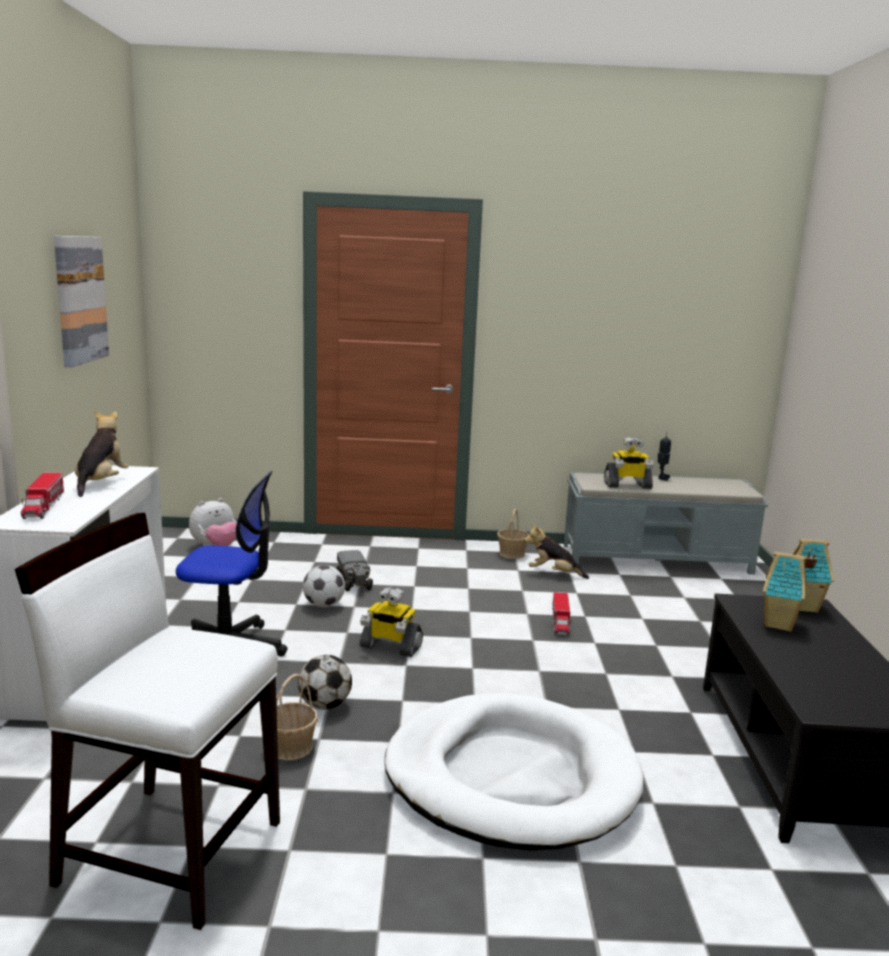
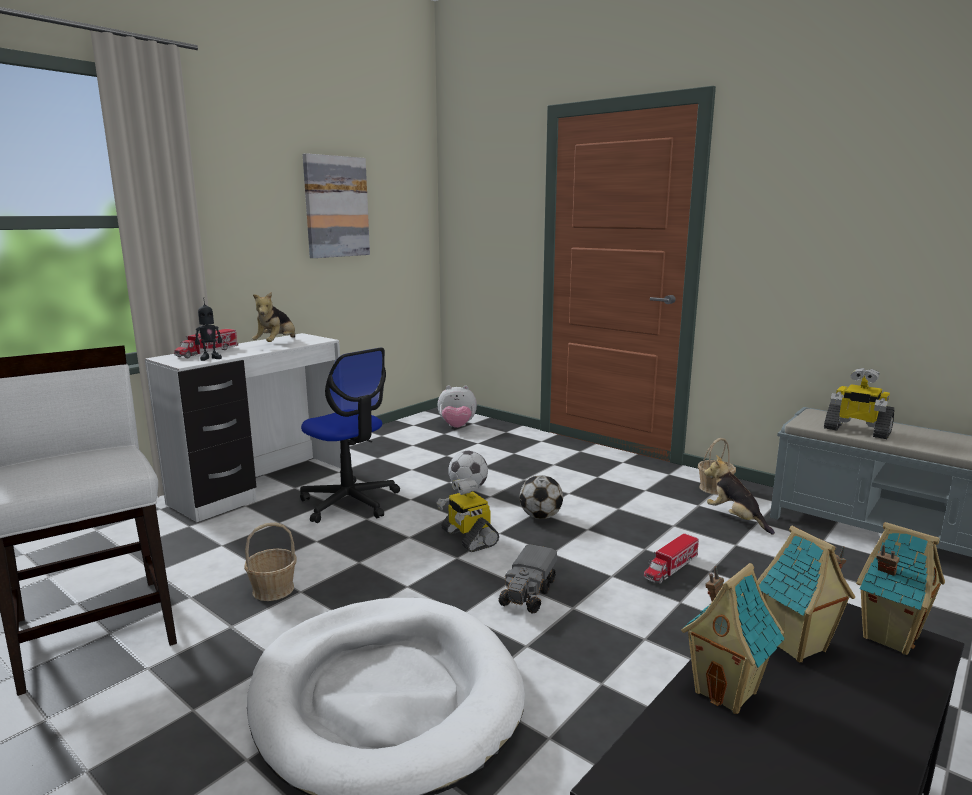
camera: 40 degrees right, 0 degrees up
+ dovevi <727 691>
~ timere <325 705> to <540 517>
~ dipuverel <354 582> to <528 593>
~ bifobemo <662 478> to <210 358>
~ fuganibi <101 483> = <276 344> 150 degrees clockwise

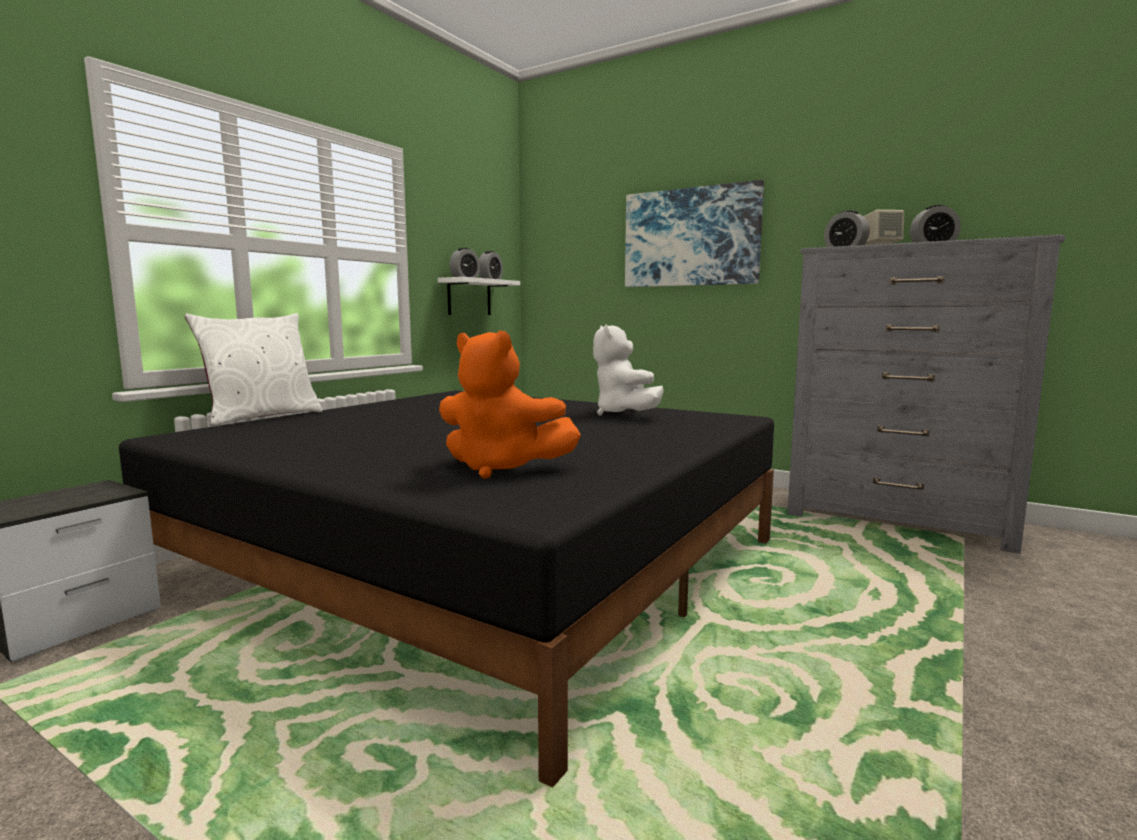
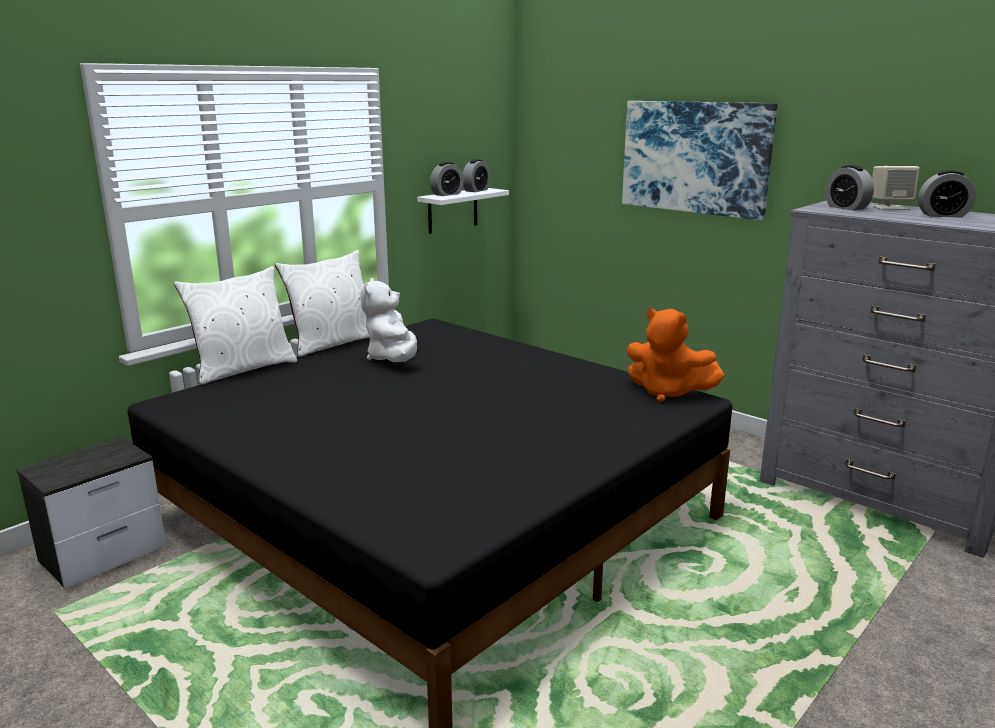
camera: 10 degrees right, 10 degrees up
+ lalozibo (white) <332 343>
~ fuganibi (orange) <501 468> to <667 393>
~ fuganibi (white) <623 414> to <393 359>

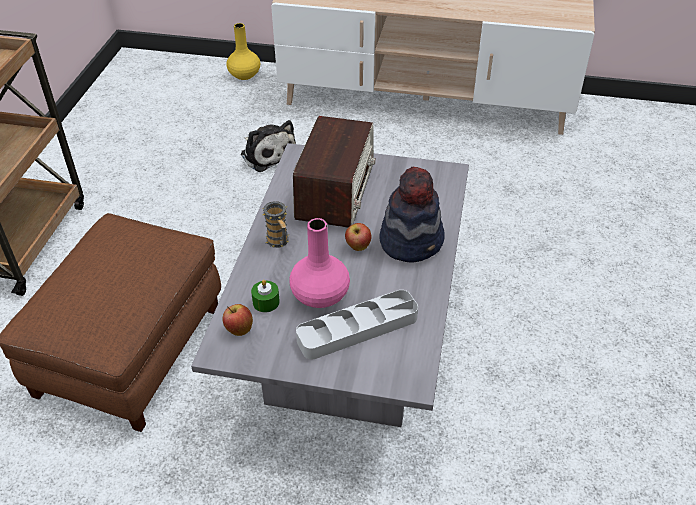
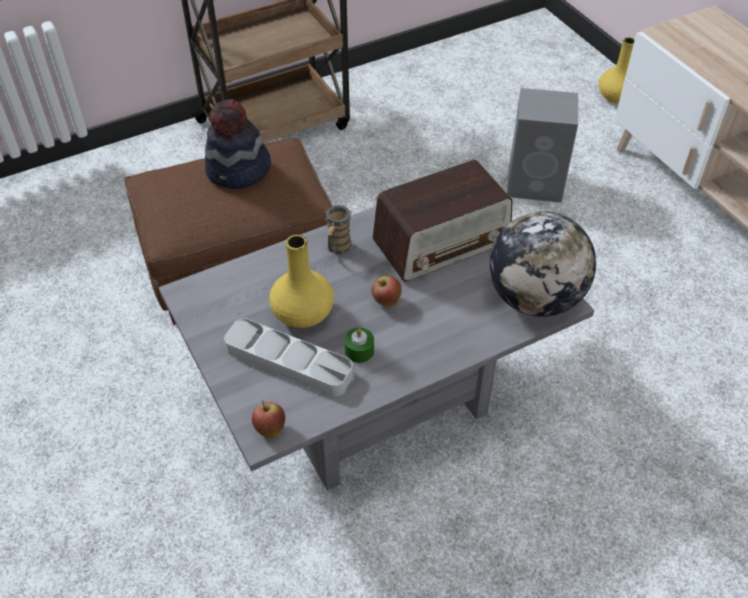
camera: 50 degrees right, 5 degrees up
+ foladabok <535 298>
~ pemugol <239 329> to <270 429>
~ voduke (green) <266 302> to <359 351>
~ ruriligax <412 241> to <239 171>
~ fuganibi <267 154> to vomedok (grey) <536 183>
~ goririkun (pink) <319 296> to goririkun (yellow) <302 313>

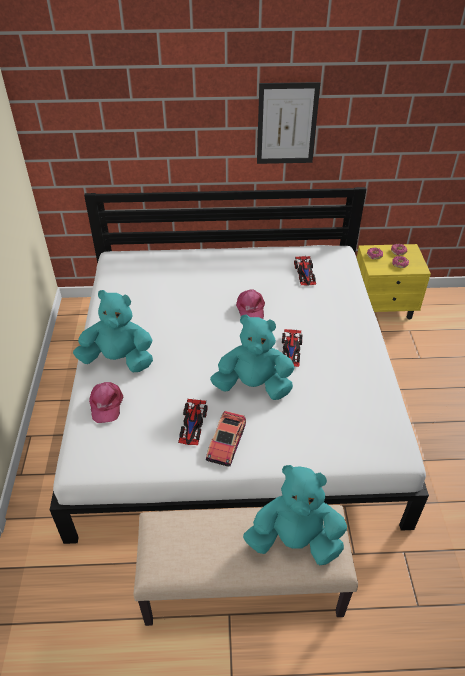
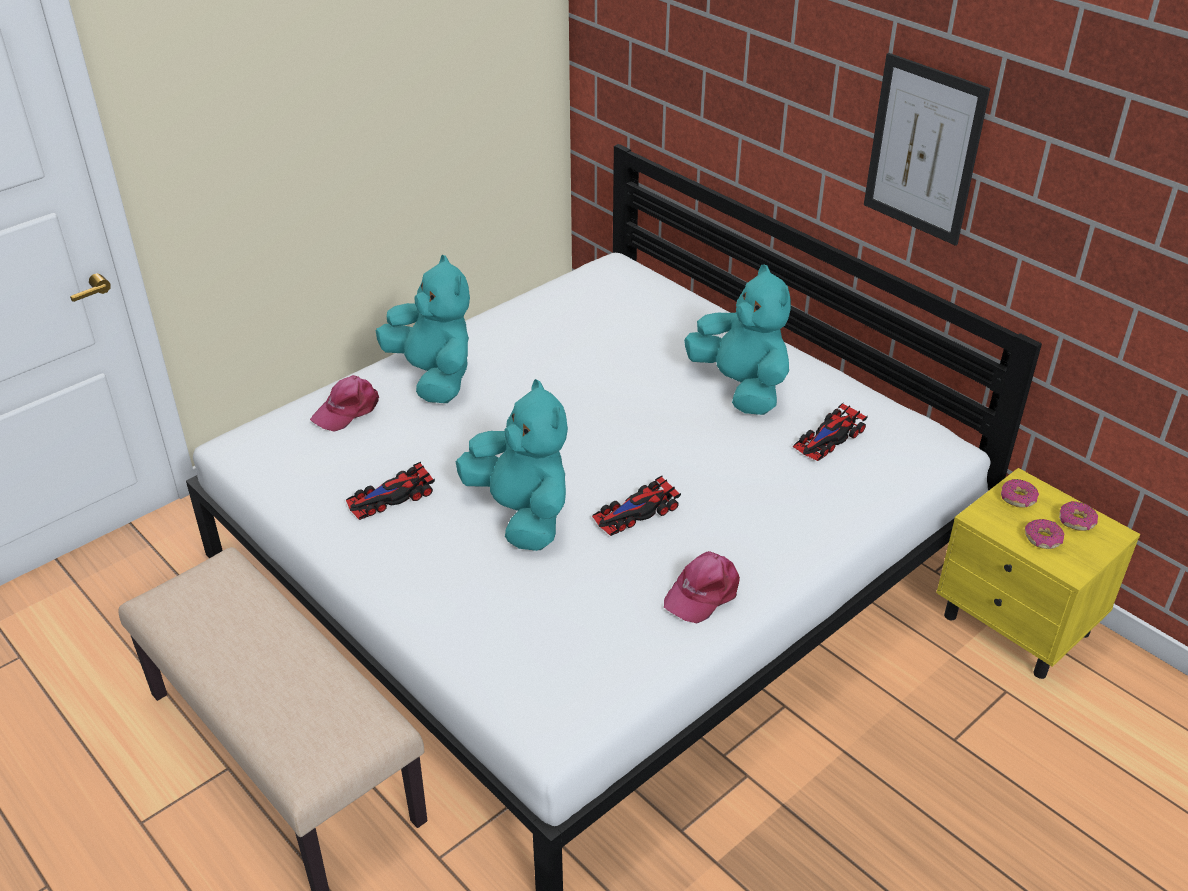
camera: 50 degrees right, 5 degrees down
- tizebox <226 443>
~ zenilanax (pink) <250 309> to <703 592>
~ fuganibi (turquoise) <295 540> to <741 387>

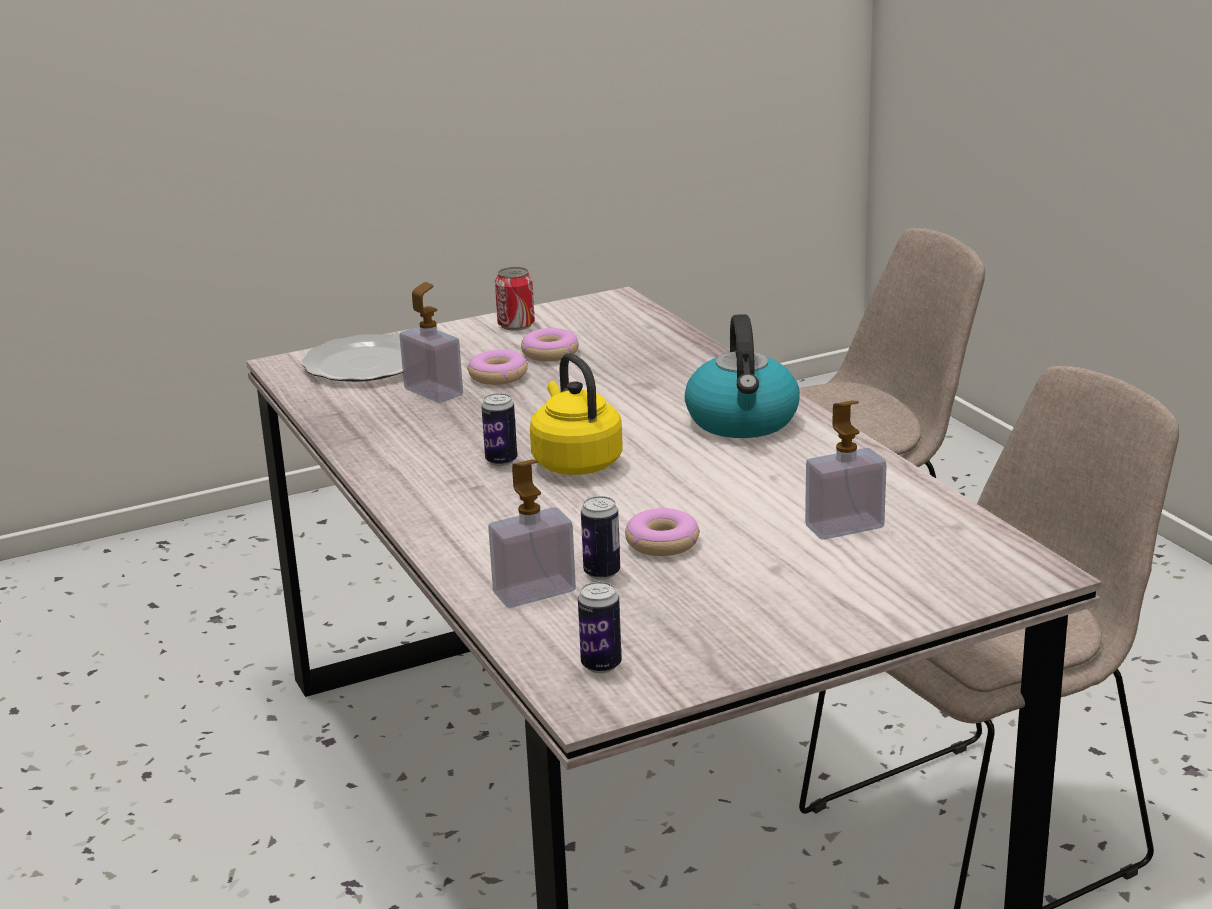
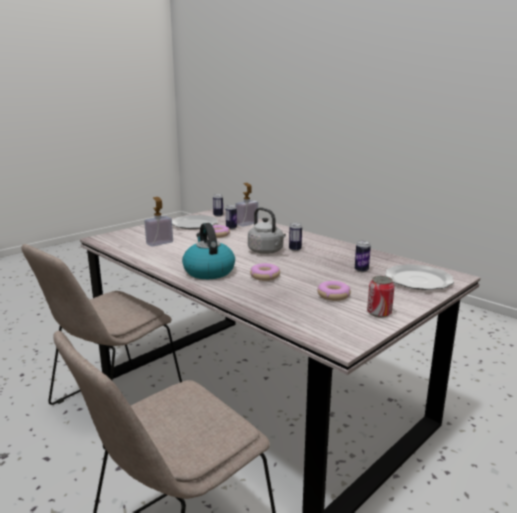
camera: 160 degrees right, 5 degrees down
+ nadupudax <194 224>
~ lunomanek <498 376> to <265 276>
~ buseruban <433 392> to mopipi <361 270>
~ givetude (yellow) <575 462> to givetude (grey) <267 251>

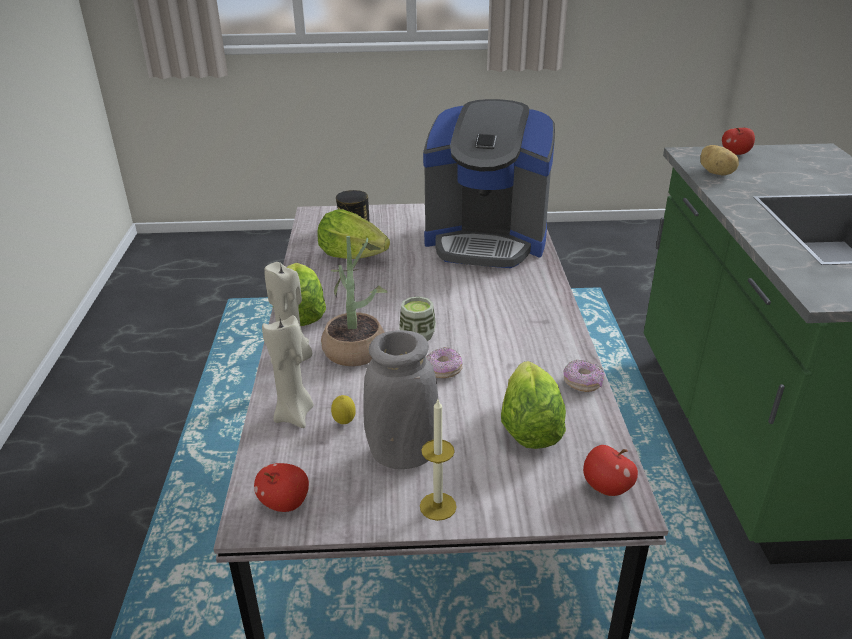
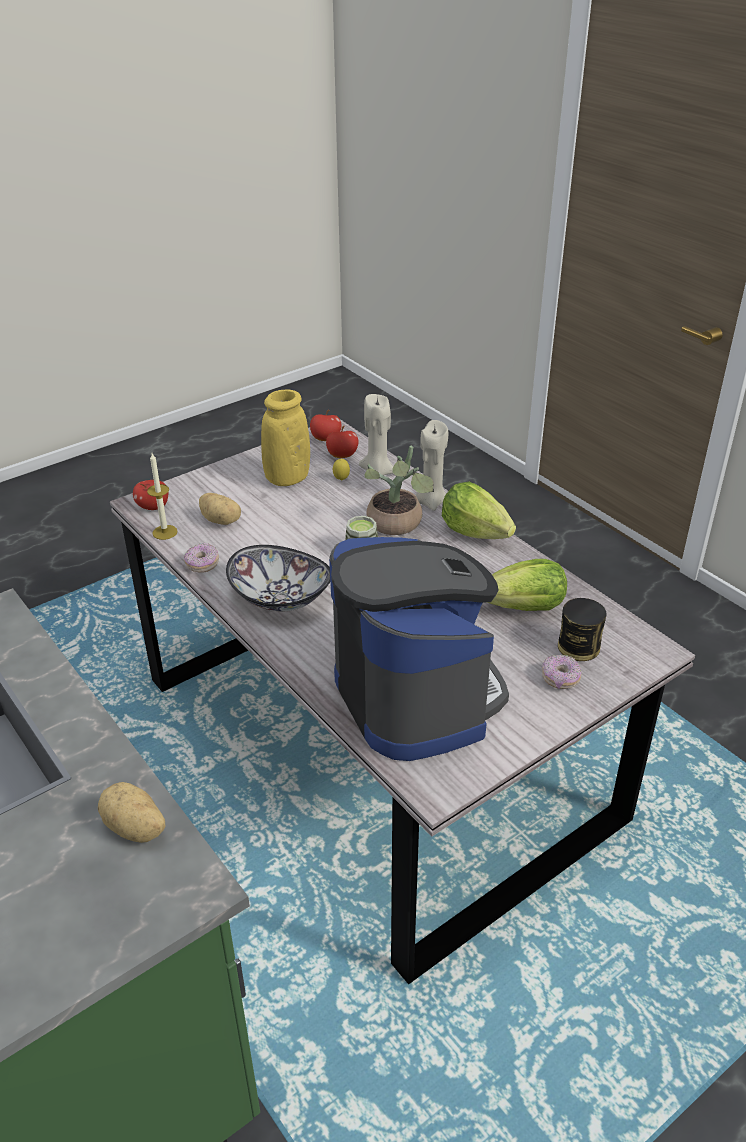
camera: 145 degrees right, 5 degrees up
+ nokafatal <280 598>
~ voduke <438 506> to <165 532>
~ lunomanek <443 371> to <560 679>
~ pemugol <735 153> to <342 456>
~ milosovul <529 428> to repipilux <221 520>
~ goririkun (grey) <403 455> to goririkun (yellow) <287 478>
~ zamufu <486 240> = <416 696> 90 degrees clockwise

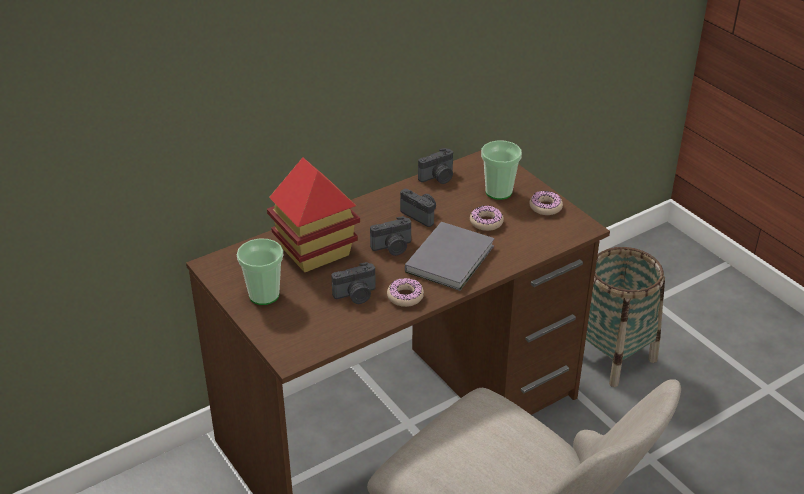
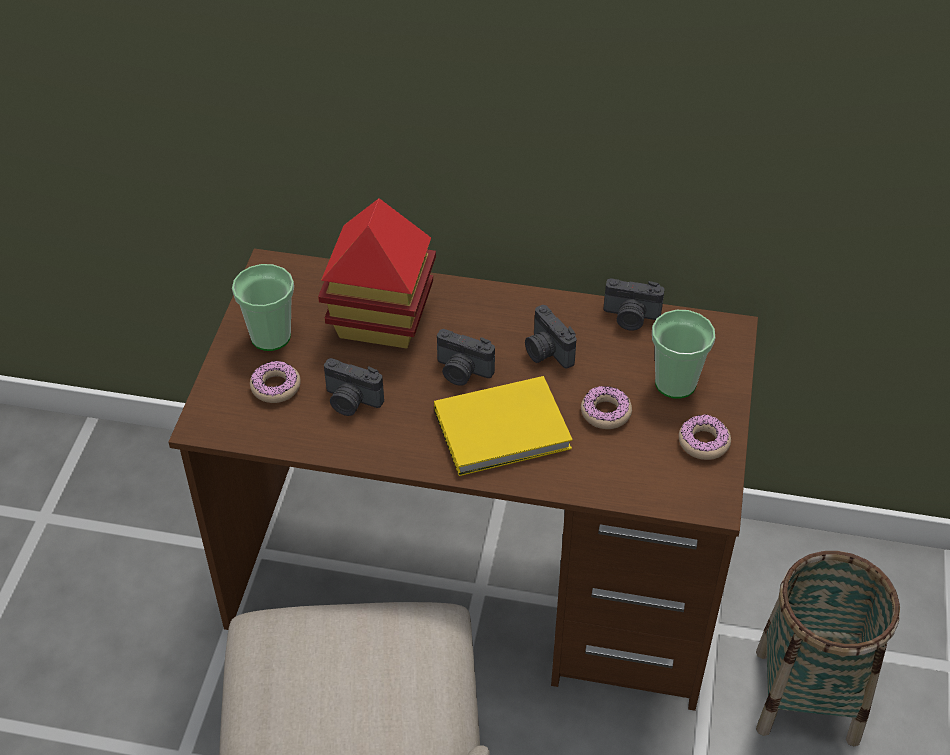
camera: 45 degrees right, 10 degrees up
~ lunomanek <405 296> to <275 387>
~ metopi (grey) <452 258> to metopi (yellow) <506 430>
~ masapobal <421 215> = <546 352> 150 degrees clockwise

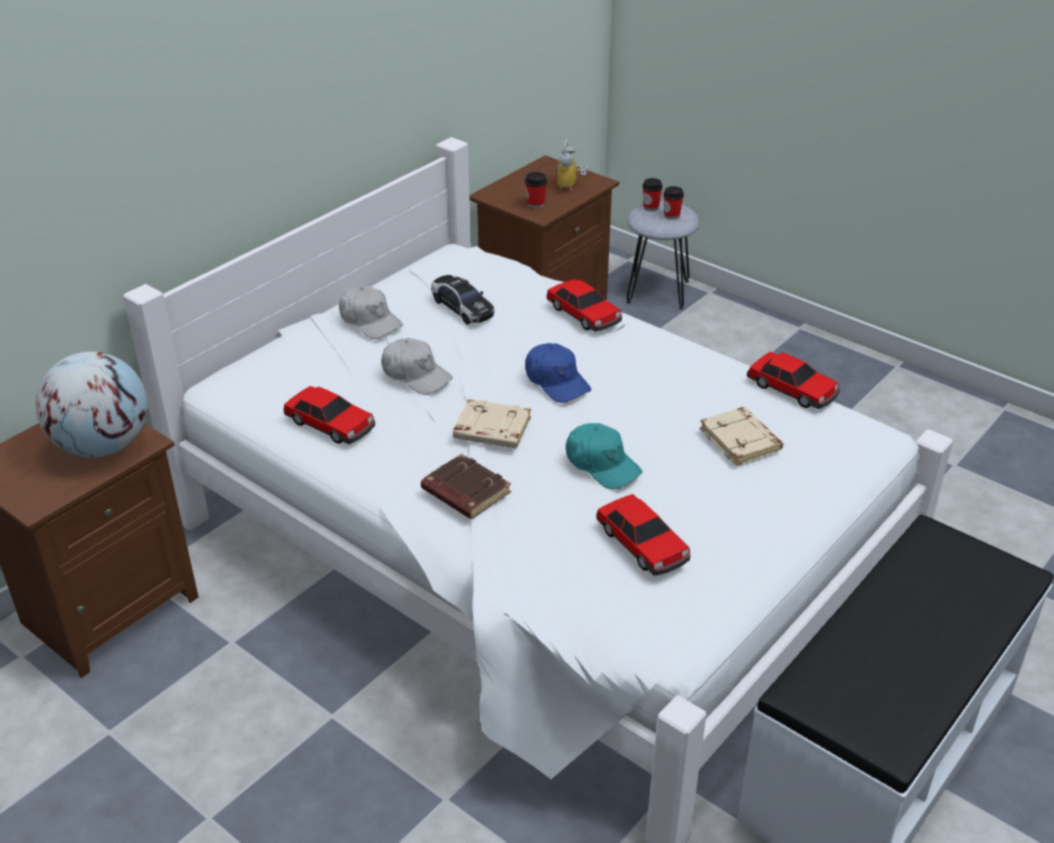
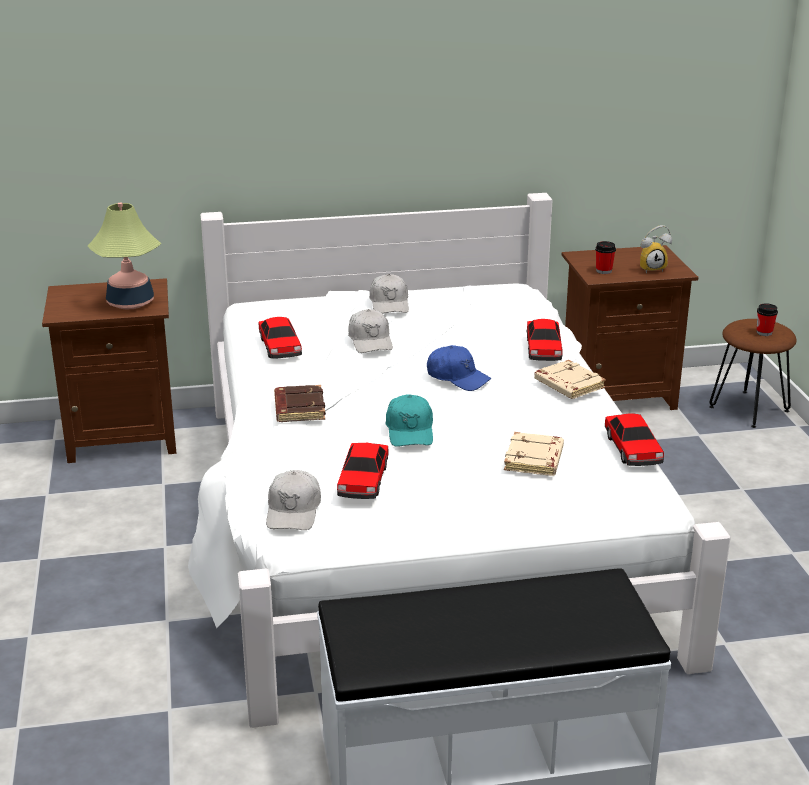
camera: 40 degrees right, 10 degrees down
- tizebox <462 307>
- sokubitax <651 207>
+ zenilanax (white) <293 511>
~ metopi (beige) <491 430> to <568 384>
~ foladabok <102 446> to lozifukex <130 303>
~ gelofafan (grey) <658 291> to gelofafan (brown) <749 409>
~ zenilanax (blue) <556 381> = <457 378> 60 degrees counterclockwise
~ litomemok <571 186> = <652 268> 150 degrees counterclockwise

